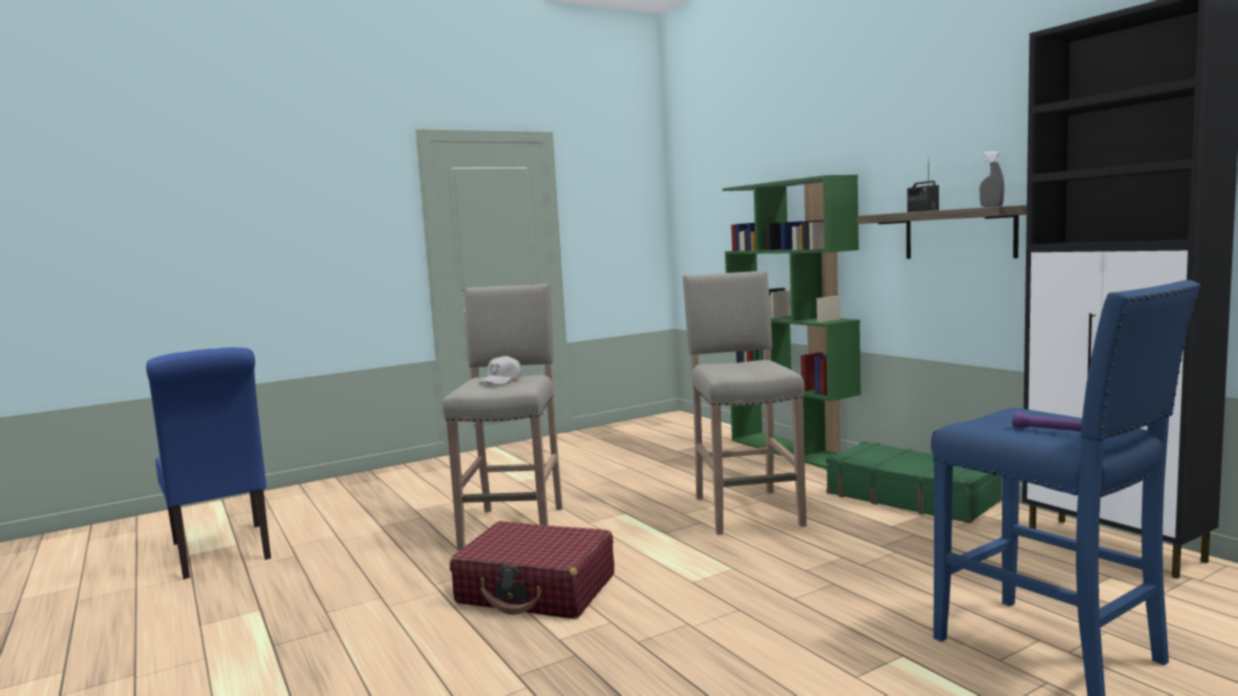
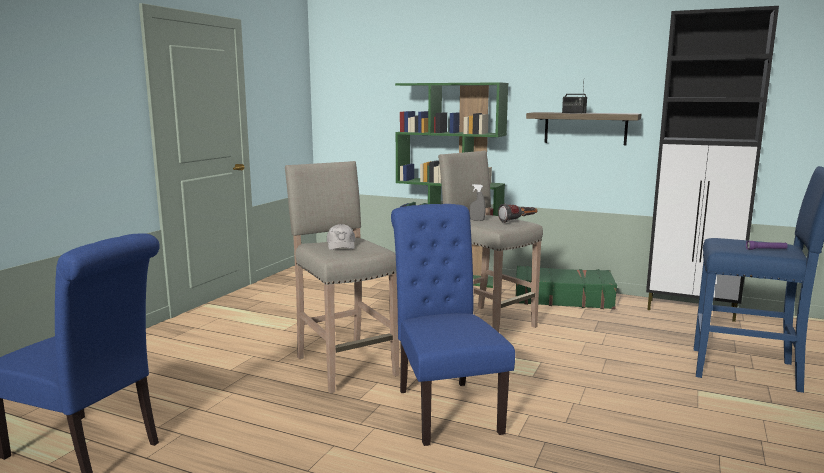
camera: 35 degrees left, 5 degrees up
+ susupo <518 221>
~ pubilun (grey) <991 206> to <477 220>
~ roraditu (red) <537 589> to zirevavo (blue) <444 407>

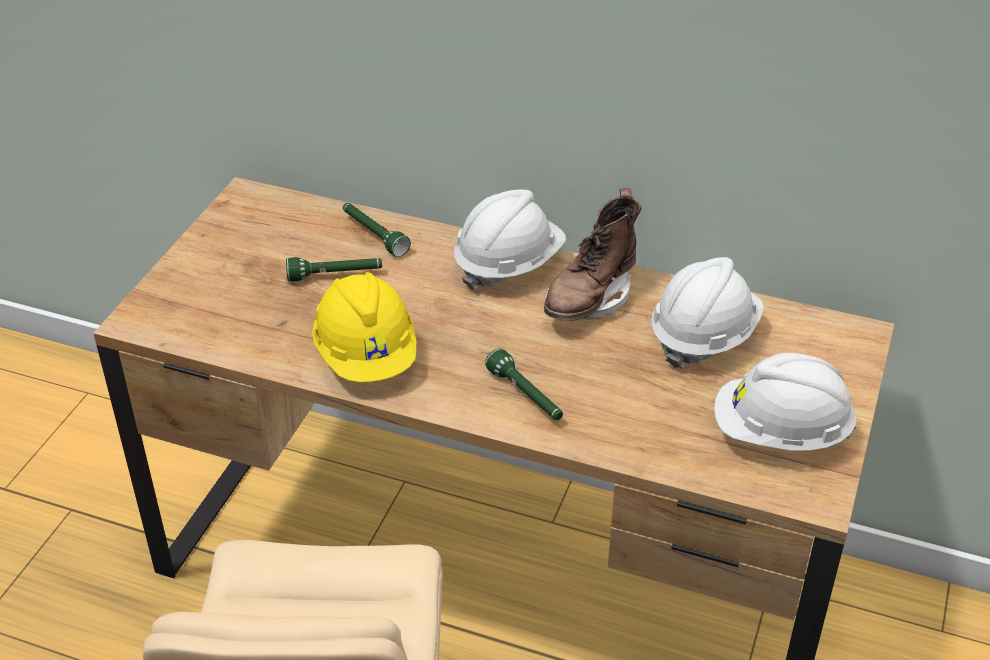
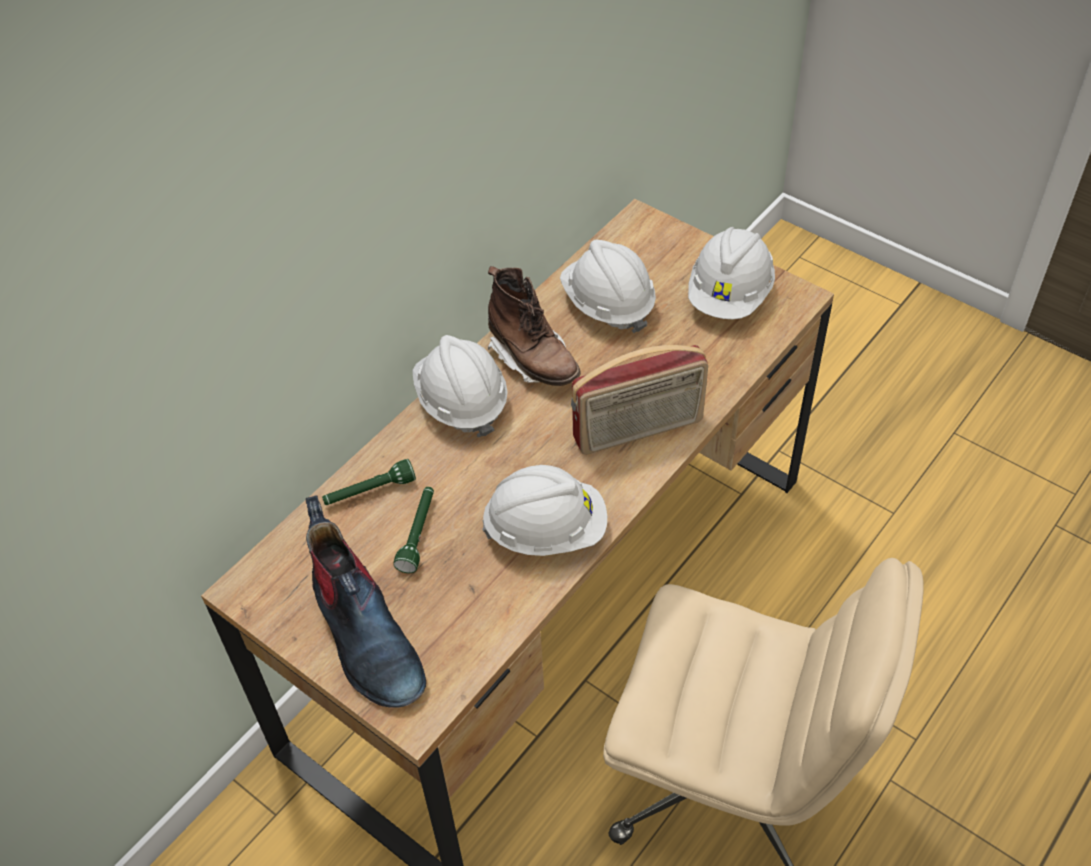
camera: 70 degrees left, 10 degrees up
+ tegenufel <365 636>
~ susupo (green) <526 396> to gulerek <639 431>
~ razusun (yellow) <367 356> to razusun (white) <546 530>

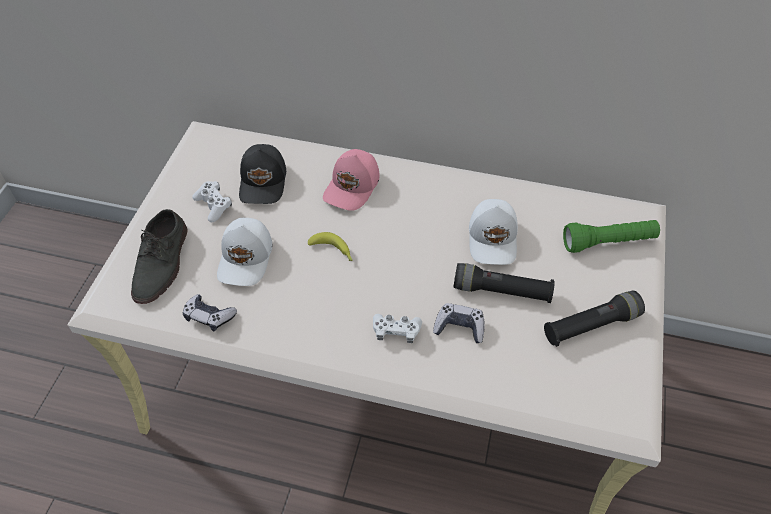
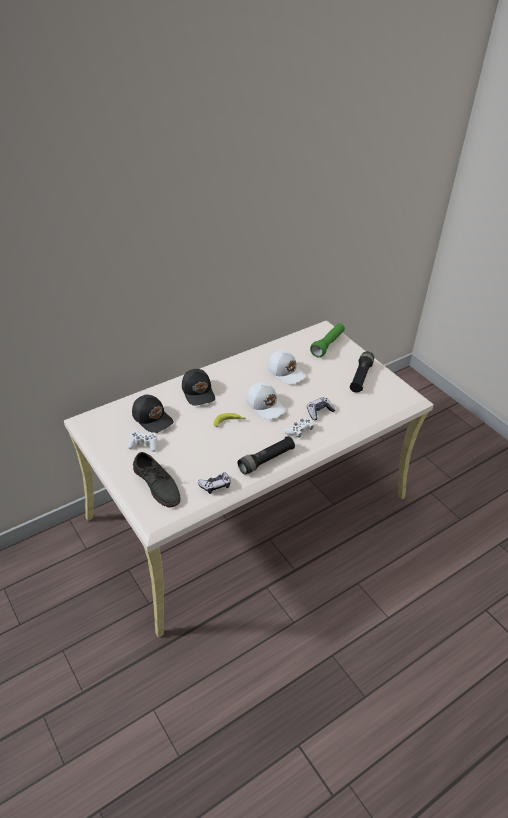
camera: 50 degrees left, 10 degrees down
~ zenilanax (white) <246 258> to <265 405>
~ susupo (black) <501 291> to <266 460>
~ zenilanax (pink) <353 187> to zenilanax (black) <199 392>

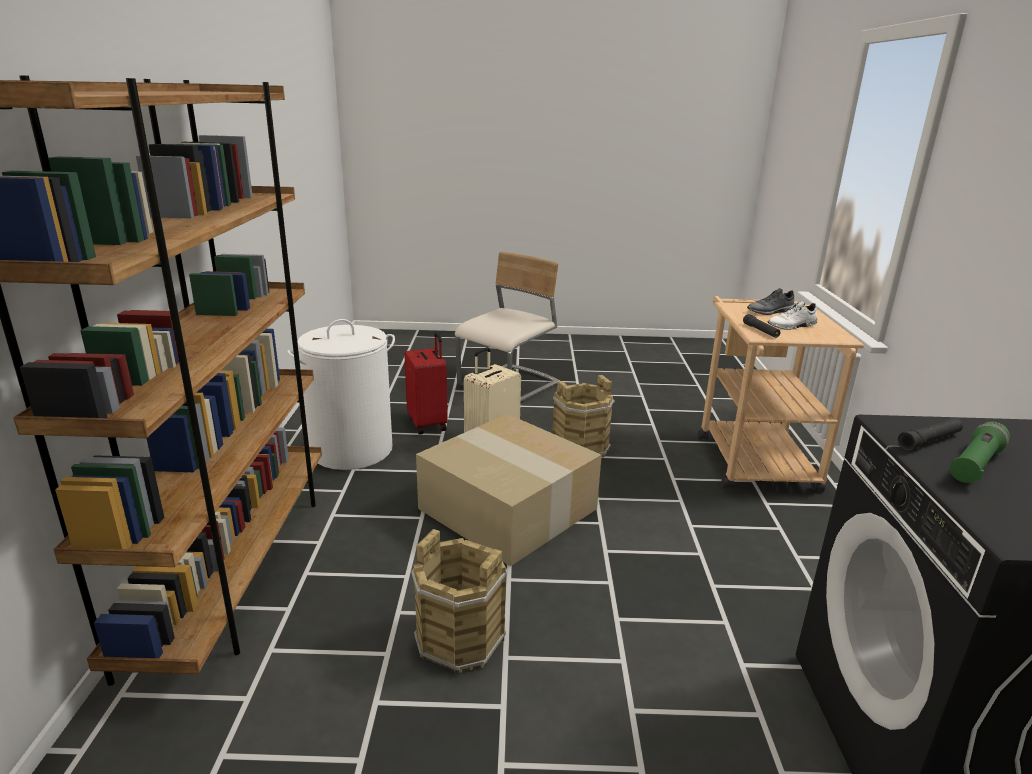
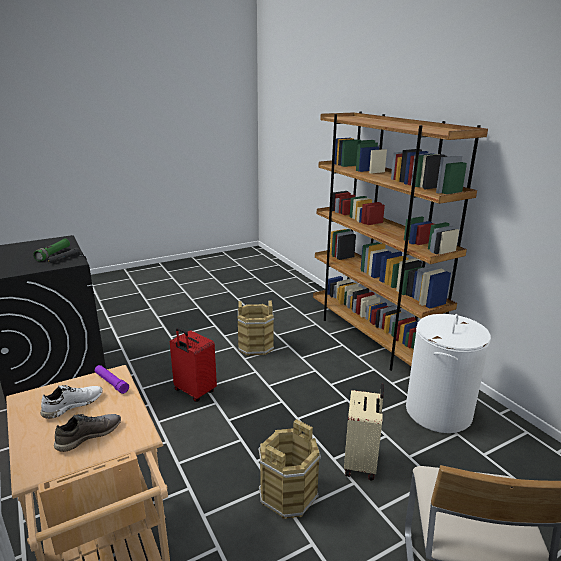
camera: 150 degrees right, 0 degrees up
- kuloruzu <511 508>
~ roraditu (red) <428 423> to <194 392>
~ susupo (black) <760 331> to susupo (purple) <111 383>

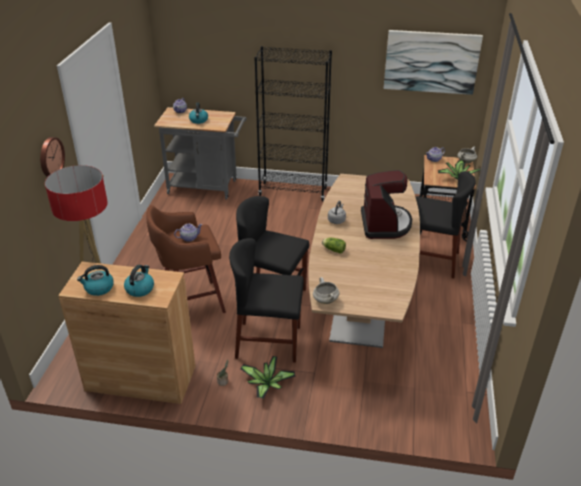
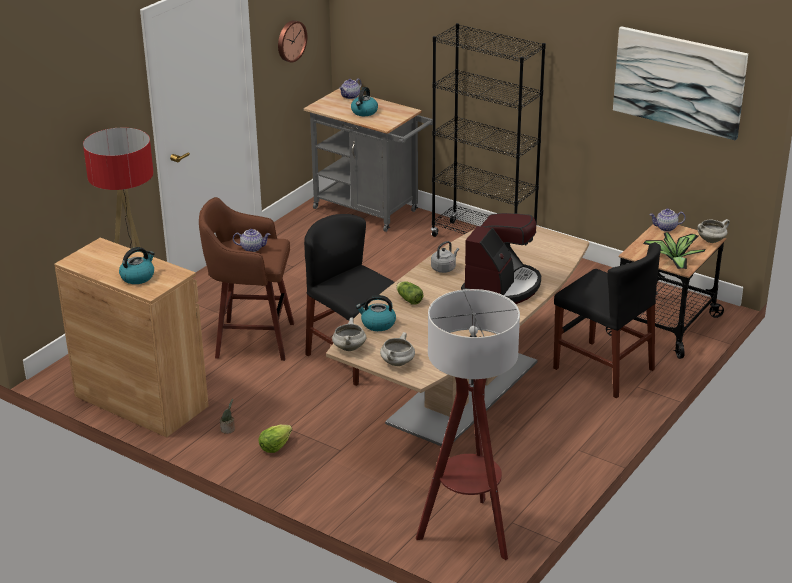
camera: 25 degrees right, 5 degrees down
- zirevavo (black) <268 342>
+ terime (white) <397 363>
+ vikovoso <468 532>
~ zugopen <50 157> to <290 40>
~ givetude <98 288> to <377 324>
~ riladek <267 385> to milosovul <275 447>

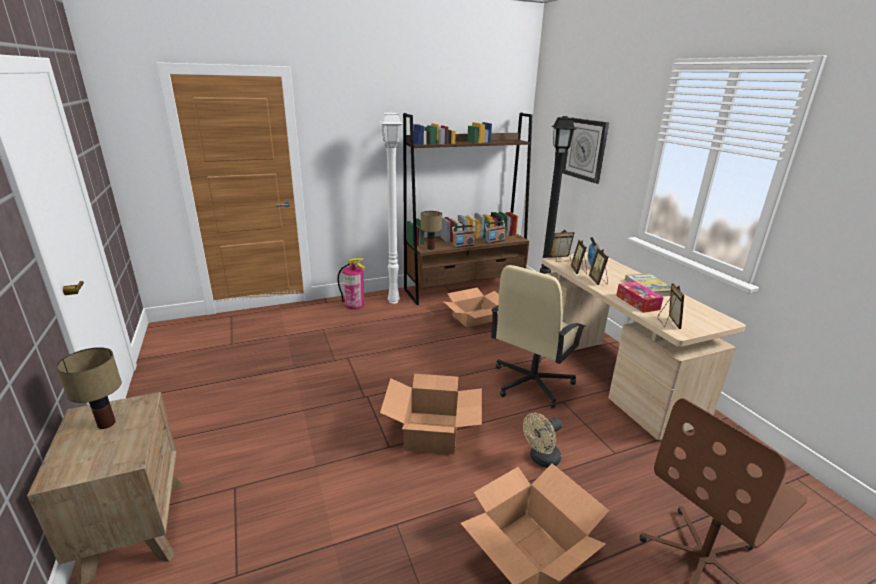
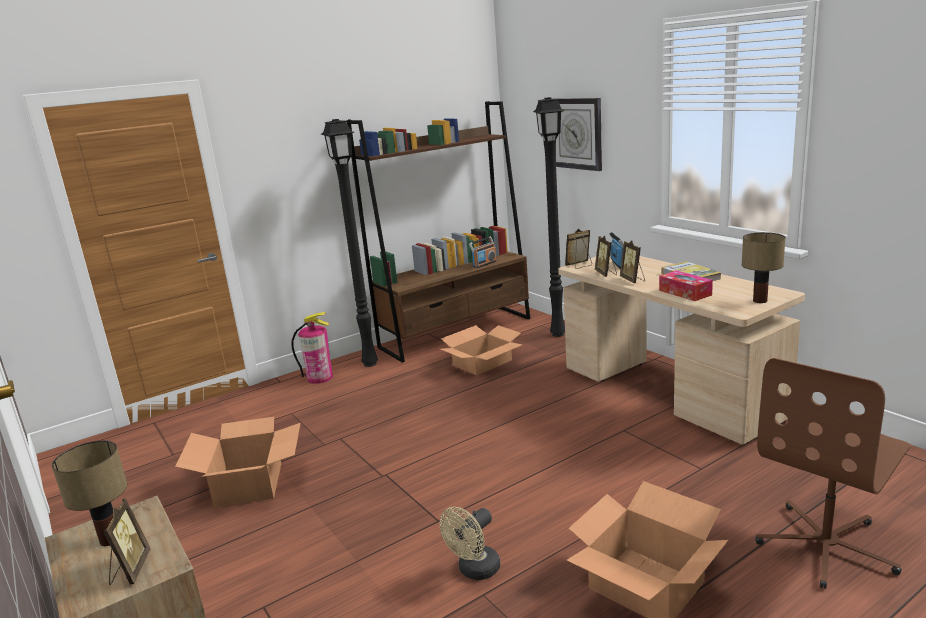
camera: 10 degrees left, 5 degrees down
- gulerek <463 245>
- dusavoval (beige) <531 383>
~ kuloruzu <432 432> to <250 484>
~ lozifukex <430 248> to <759 301>
~ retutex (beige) <541 459> to <474 571>
~ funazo <668 323> to <130 570>
~ vikovoso (white) <394 301> to vikovoso (black) <370 363>

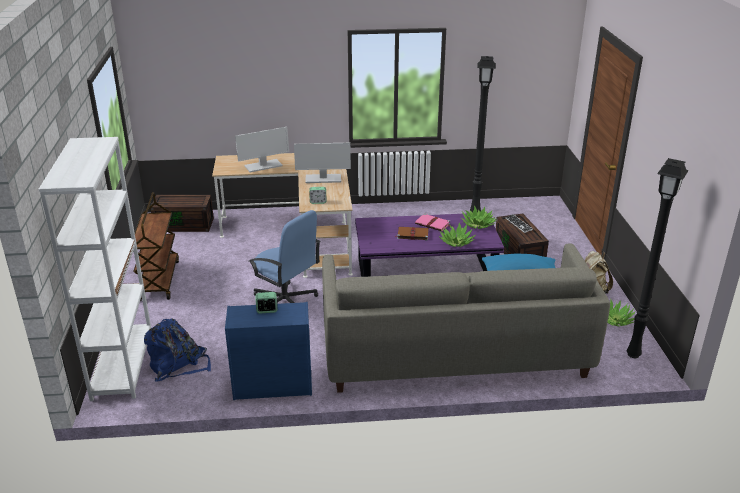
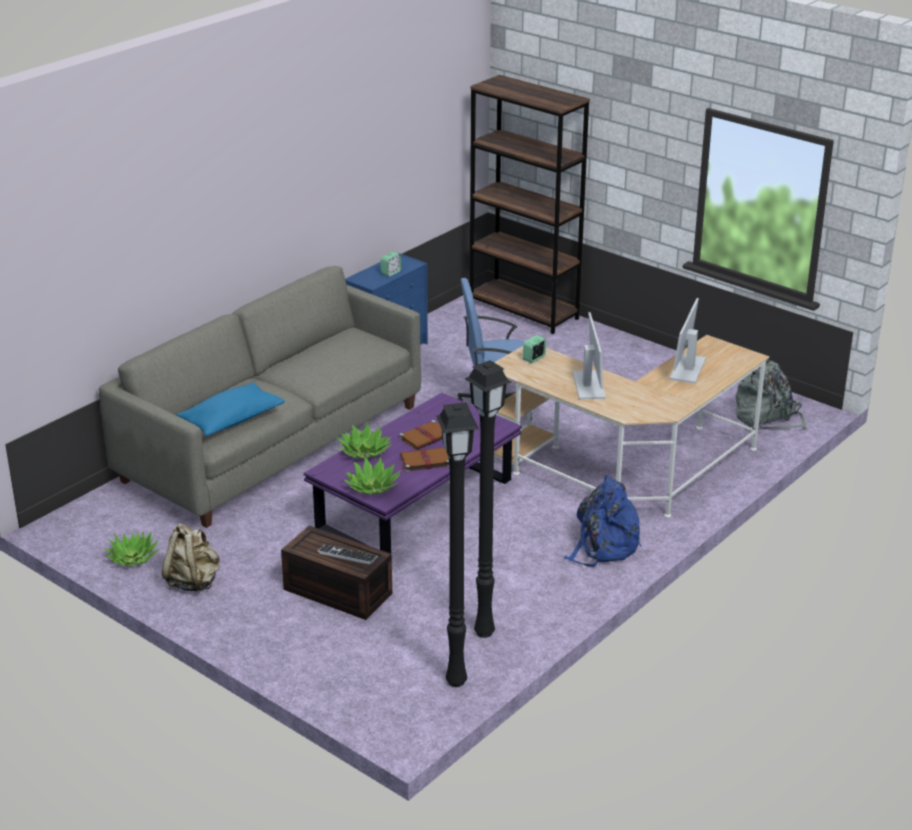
camera: 135 degrees right, 0 degrees up
- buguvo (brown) <159 280>
~ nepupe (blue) <178 365> to <603 546>
~ vikovoso (black) <632 354> to <458 682>
~ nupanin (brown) <185 224> to nepupe (grey) <767 419>
~ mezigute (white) <122 364> to mezigute (brown) <524 311>
~ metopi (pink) <433 224> to metopi (brown) <424 461>
~ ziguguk <323 179> = <589 385> 135 degrees clockwise

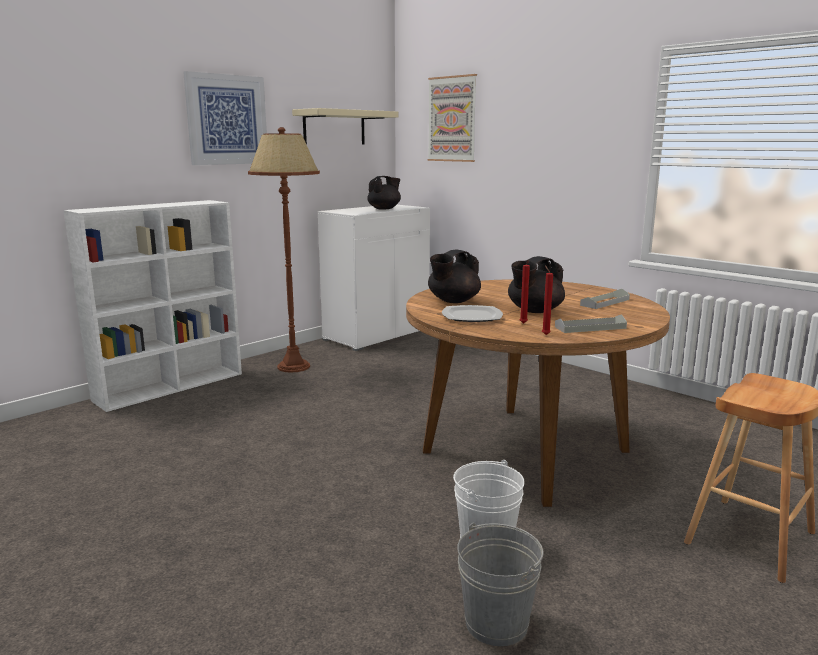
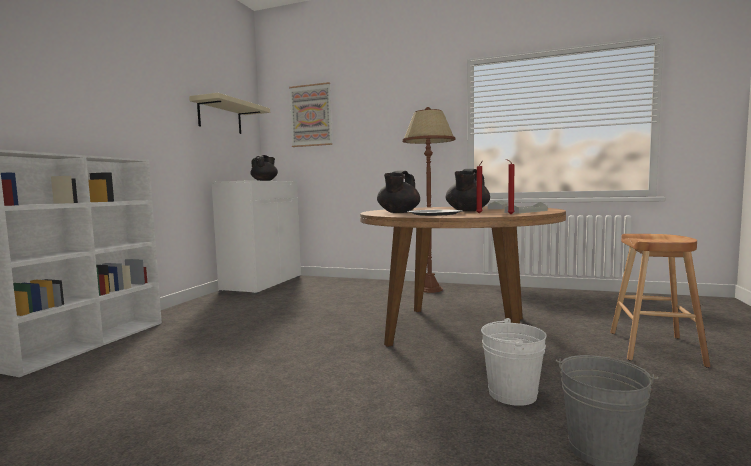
camera: 25 degrees left, 10 degrees down
- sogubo <227 120>
~ vikovoso (brown) <294 366> to <430 289>

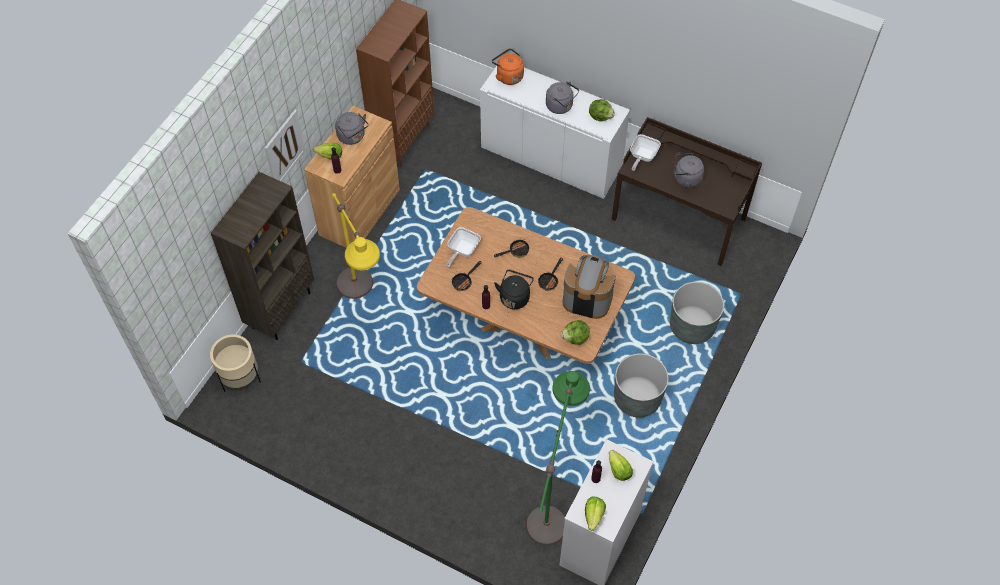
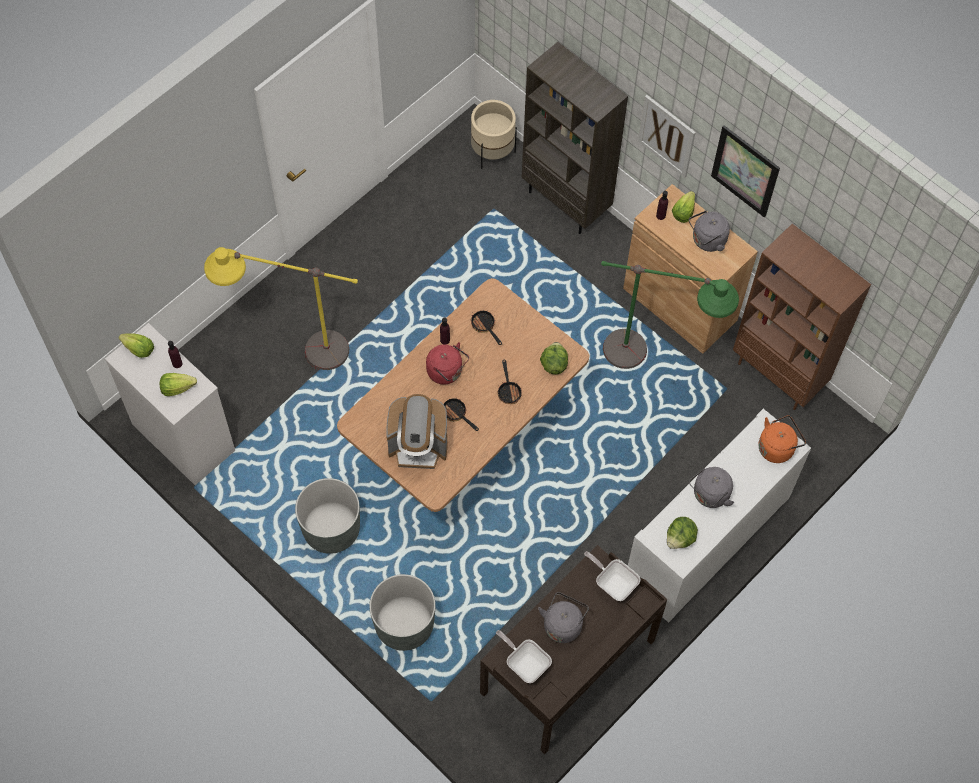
camera: 105 degrees right, 5 degrees up
+ sogubo <745 171>
~ vikovoso (yellow) <363 304> to <295 353>
~ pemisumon <462 251> to <525 663>
~ vikovoso (green) <553 499> to <652 364>
~ milosovul <575 338> to <553 364>
~ givetude (black) <515 296> to givetude (red) <446 372>
~ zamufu <587 298> = <418 446> 60 degrees clockwise

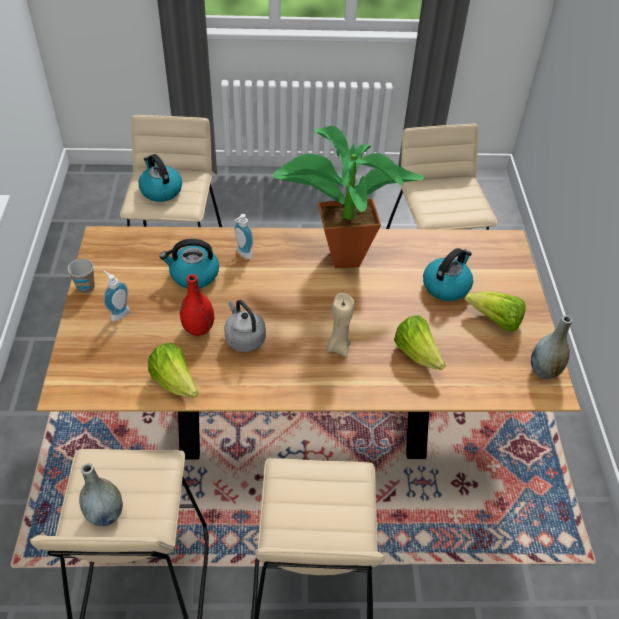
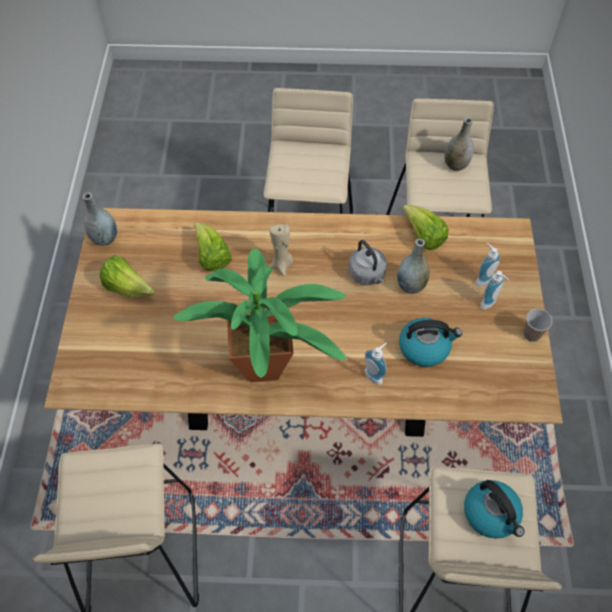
camera: 175 degrees left, 10 degrees up
- givetude <446 286>
+ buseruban <482 278>
~ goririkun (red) <198 329> to goririkun (grey) <411 285>

